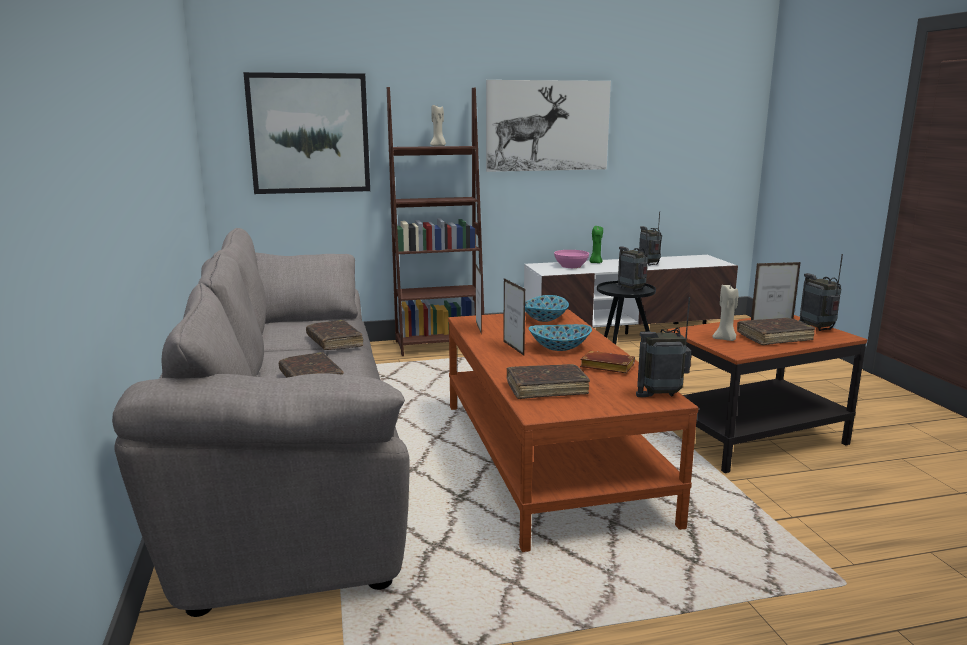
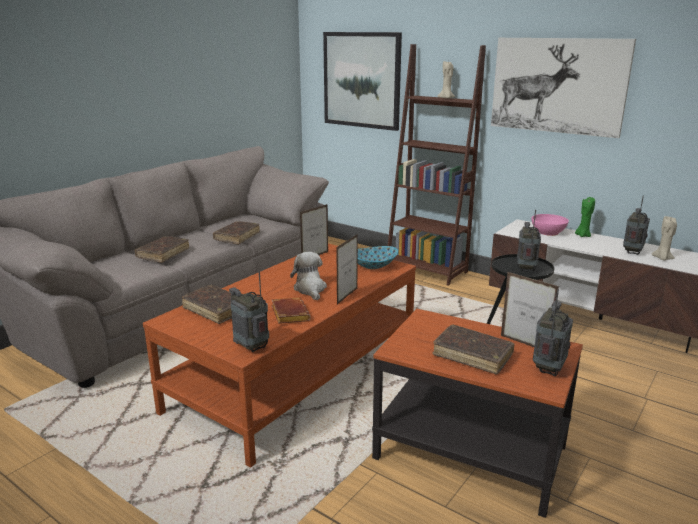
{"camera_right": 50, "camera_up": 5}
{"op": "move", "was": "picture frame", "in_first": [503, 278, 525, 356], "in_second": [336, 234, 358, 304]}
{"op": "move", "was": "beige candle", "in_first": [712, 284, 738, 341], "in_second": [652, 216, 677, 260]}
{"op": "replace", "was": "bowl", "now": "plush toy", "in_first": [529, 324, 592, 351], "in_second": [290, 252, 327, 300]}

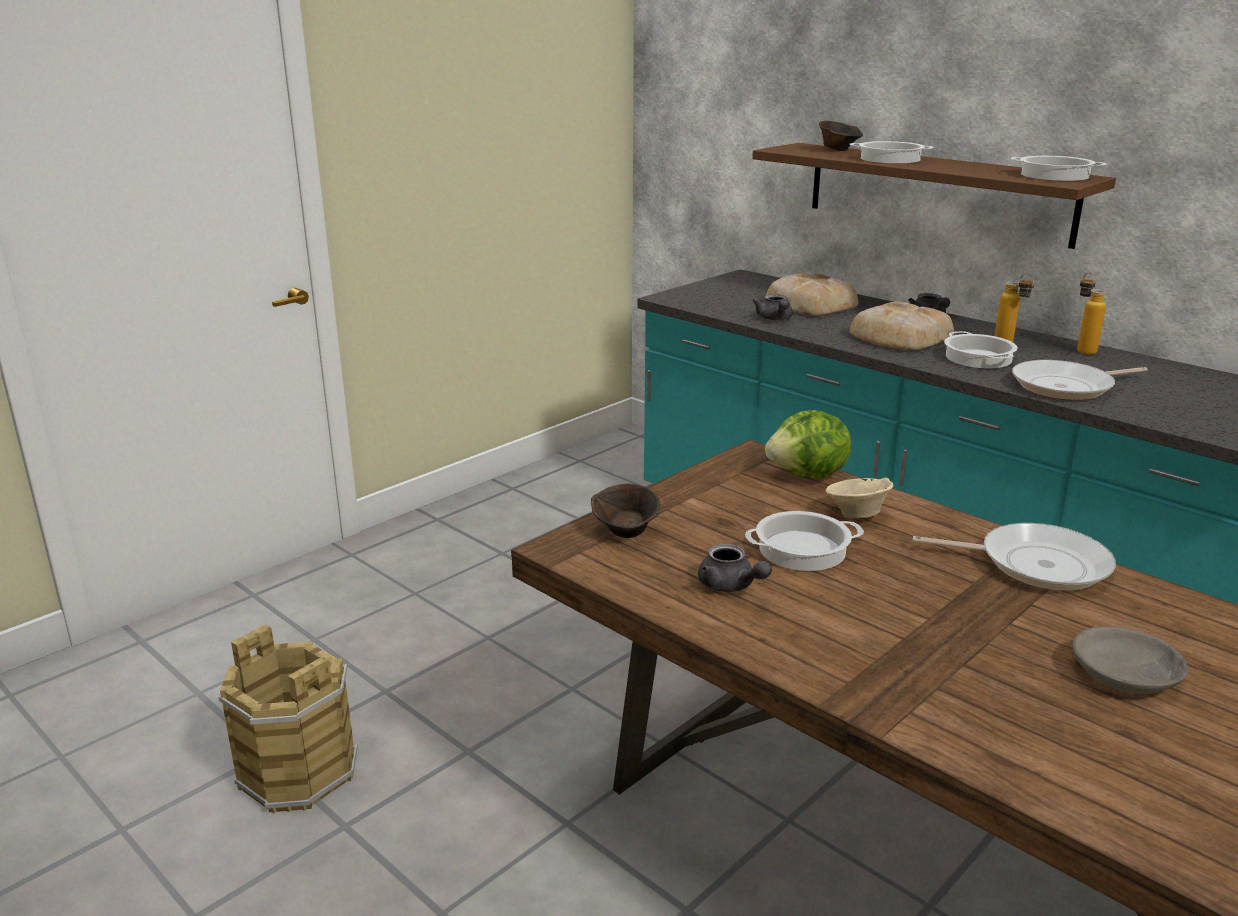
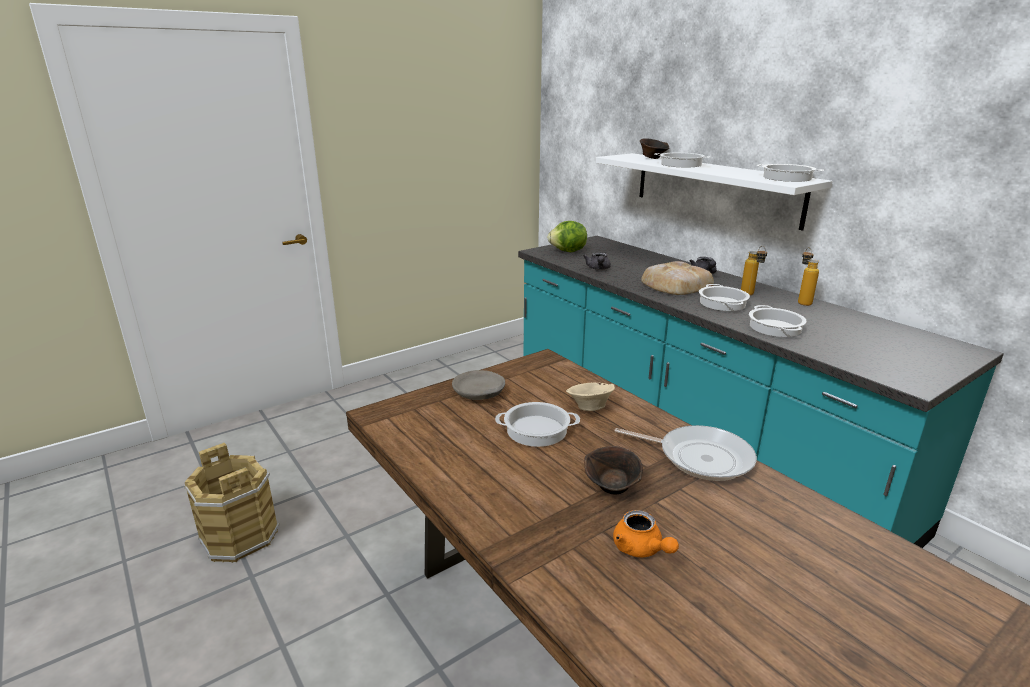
{"camera_right": 10, "camera_up": 0}
{"op": "recolor", "was": "brown shelf", "now": "white shelf", "in_first": [752, 143, 1116, 249], "in_second": [596, 153, 833, 231]}
{"op": "delete", "was": "bread", "in_first": [766, 272, 859, 316]}
{"op": "replace", "was": "frying pan", "now": "cooking pot", "in_first": [1012, 360, 1148, 400], "in_second": [749, 305, 807, 337]}
{"op": "move", "was": "lettuce", "in_first": [765, 410, 851, 479], "in_second": [547, 221, 587, 252]}
{"op": "move", "was": "brown bowl", "in_first": [591, 483, 660, 538], "in_second": [584, 446, 643, 495]}
{"op": "delete", "was": "grey teapot", "in_first": [698, 544, 772, 592]}
{"op": "move", "was": "grey bowl", "in_first": [1072, 626, 1188, 694], "in_second": [452, 370, 505, 400]}
{"op": "insert", "now": "orange teapot", "in_second": [613, 510, 679, 557]}

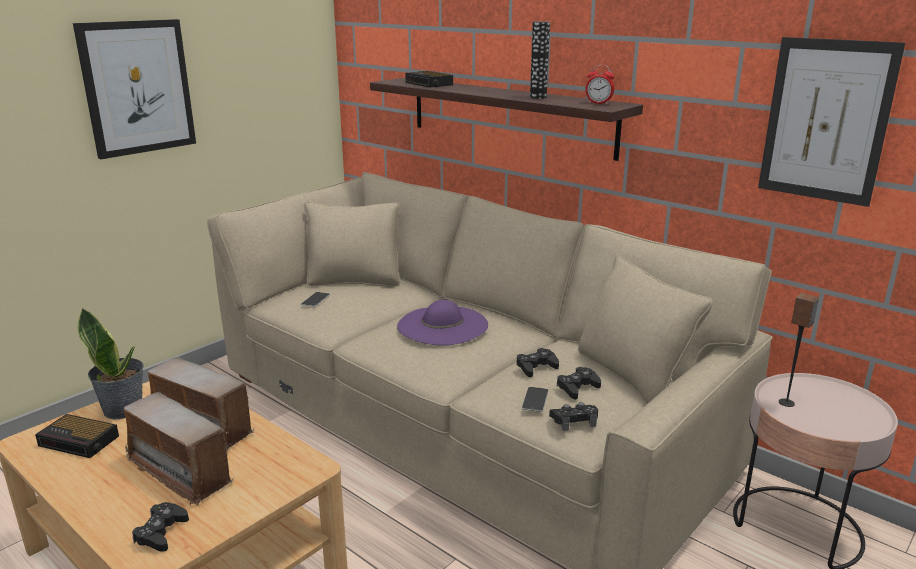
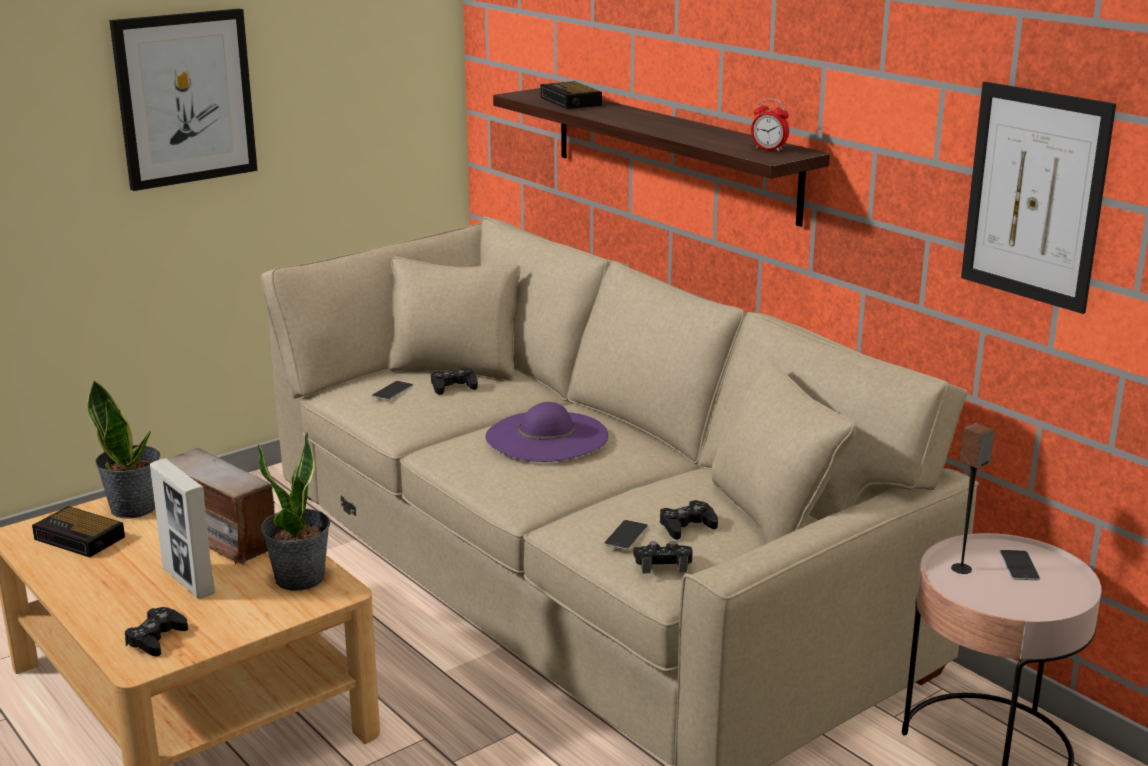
{"camera_right": 10, "camera_up": 0}
{"op": "delete", "was": "vase", "in_first": [530, 21, 550, 99]}
{"op": "move", "was": "black game controller", "in_first": [516, 348, 559, 377], "in_second": [431, 368, 478, 395]}
{"op": "replace", "was": "radio", "now": "picture frame", "in_first": [124, 392, 234, 505], "in_second": [150, 459, 215, 599]}
{"op": "insert", "now": "potted plant", "in_second": [258, 432, 330, 591]}
{"op": "insert", "now": "phone", "in_second": [1000, 550, 1040, 580]}

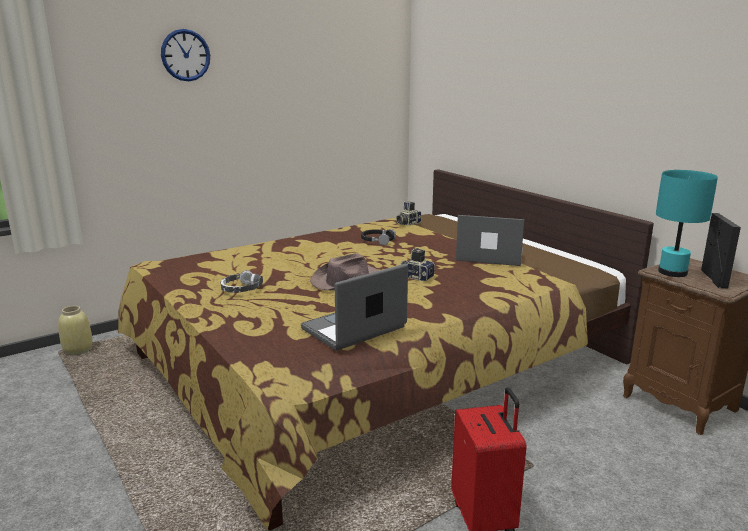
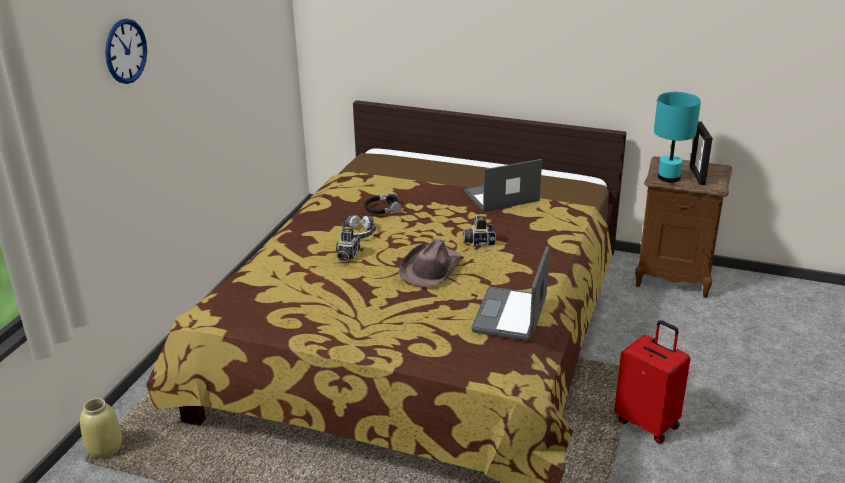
{"camera_right": -35, "camera_up": 10}
{"op": "move", "was": "photo camera", "in_first": [396, 201, 422, 226], "in_second": [336, 228, 360, 262]}
{"op": "rotate", "was": "picture frame", "in_first": [701, 213, 741, 288], "in_second": [690, 122, 713, 185], "clockwise": -150}
{"op": "move", "was": "headphones", "in_first": [220, 270, 263, 293], "in_second": [342, 215, 376, 239]}

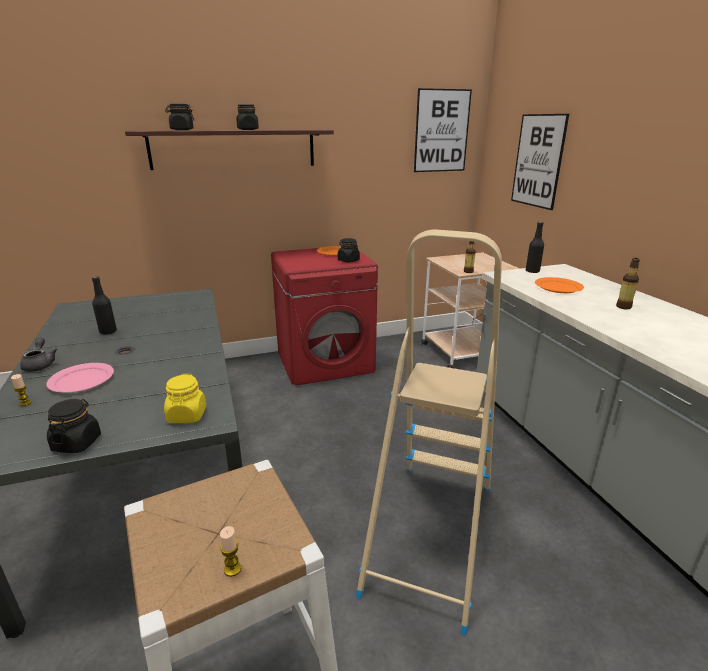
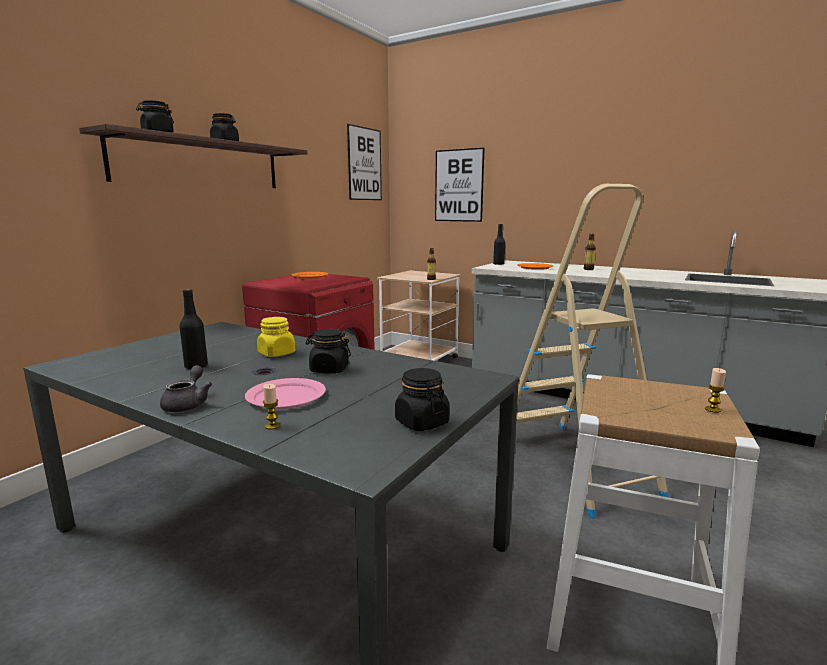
{"camera_right": -40, "camera_up": -10}
{"op": "move", "was": "black jar", "in_first": [338, 238, 360, 262], "in_second": [306, 329, 351, 373]}
{"op": "rotate", "was": "grey teapot", "in_first": [20, 337, 57, 372], "in_second": [160, 365, 212, 412], "clockwise": 60}
{"op": "move", "was": "yellow jar", "in_first": [164, 374, 206, 423], "in_second": [257, 317, 295, 357]}

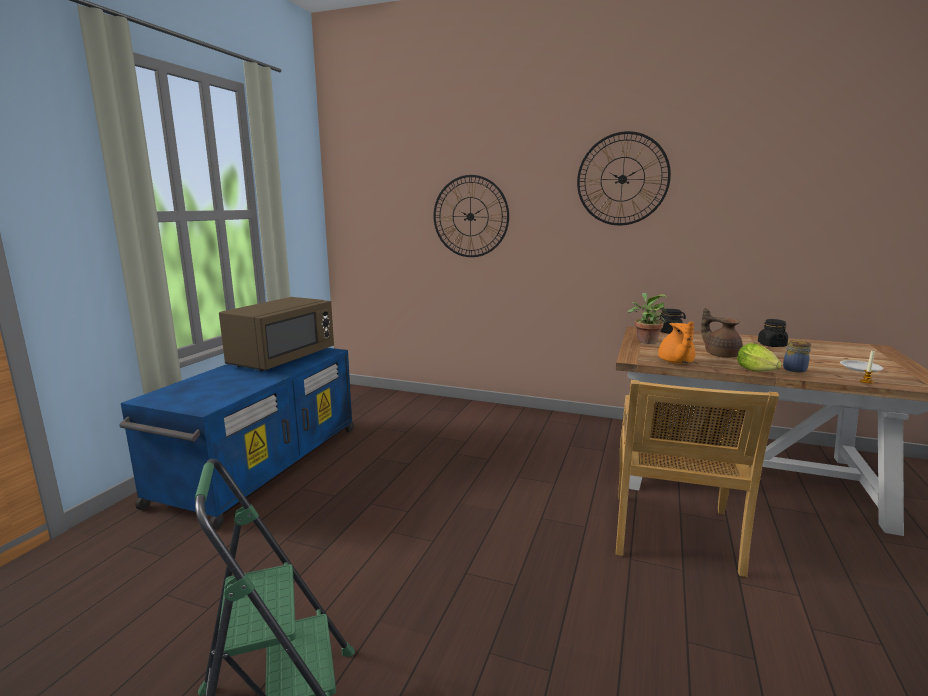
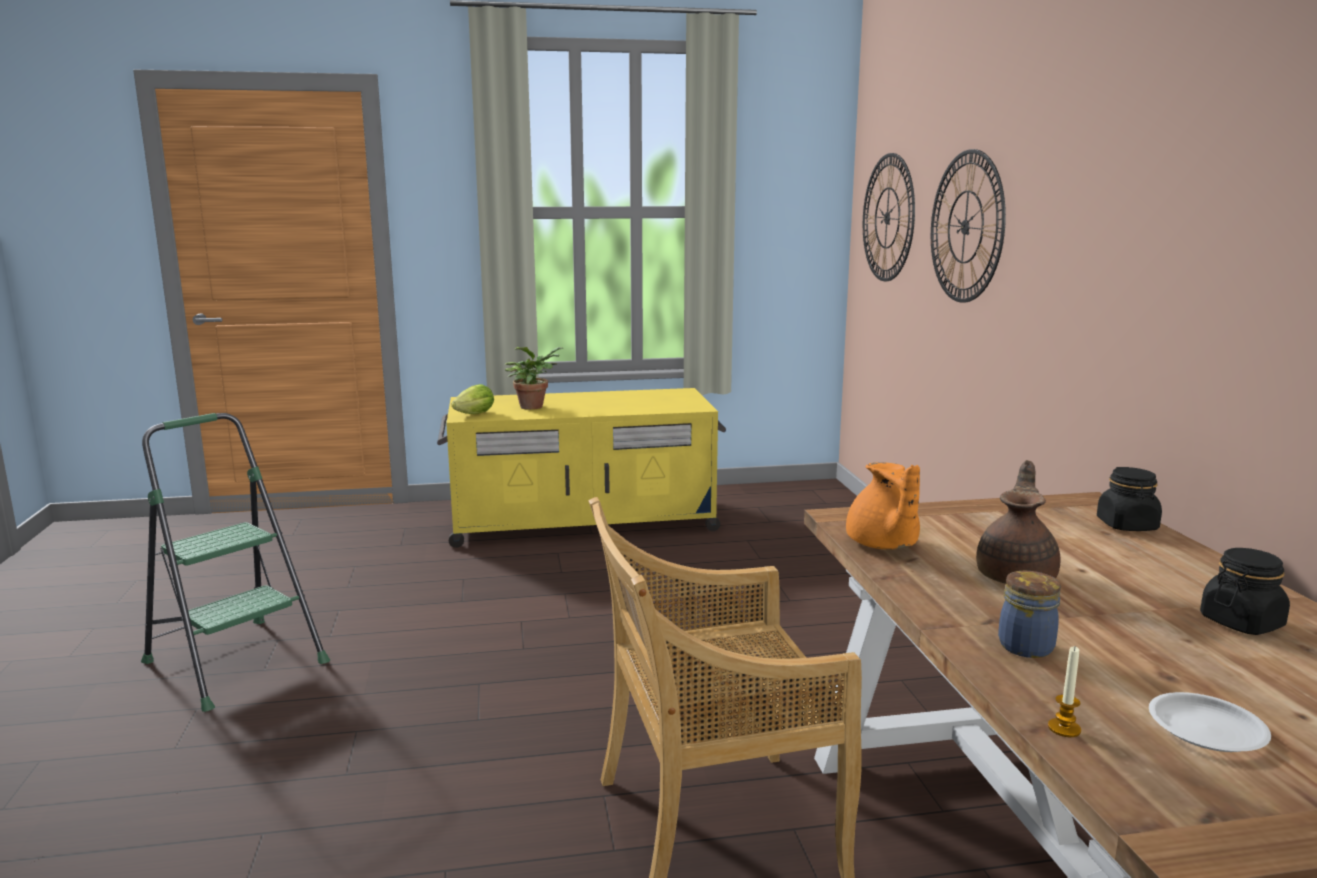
{"camera_right": 60, "camera_up": 0}
{"op": "move", "was": "wall clock", "in_first": [577, 131, 671, 225], "in_second": [863, 153, 915, 282]}
{"op": "move", "was": "potted plant", "in_first": [627, 293, 666, 344], "in_second": [505, 347, 564, 410]}
{"op": "delete", "was": "brown microwave", "in_first": [219, 297, 334, 371]}
{"op": "rotate", "was": "orange teapot", "in_first": [658, 321, 695, 364], "in_second": [846, 462, 920, 549], "clockwise": -75}
{"op": "move", "was": "lettuce", "in_first": [737, 343, 782, 372], "in_second": [452, 384, 494, 414]}
{"op": "recolor", "was": "blue cabinet", "now": "yellow cabinet", "in_first": [119, 348, 354, 530], "in_second": [437, 388, 726, 548]}

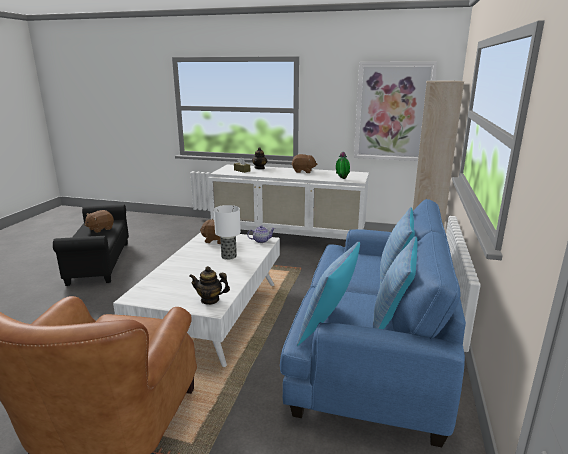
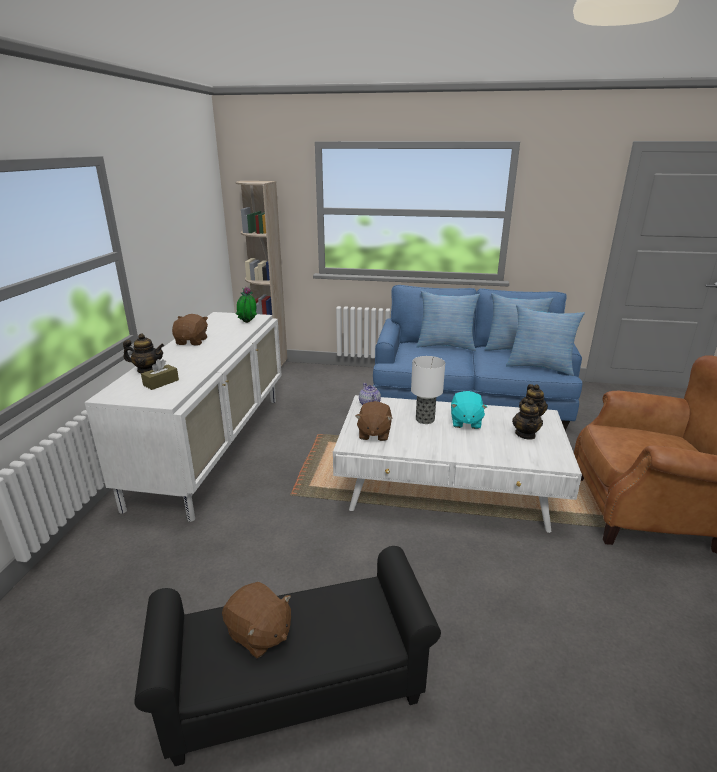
{"camera_right": -95, "camera_up": 5}
{"op": "delete", "was": "picture", "in_first": [354, 61, 437, 161]}
{"op": "insert", "now": "turquoise plush toy", "in_second": [451, 391, 487, 429]}
{"op": "insert", "now": "teapot", "in_second": [512, 399, 543, 440]}

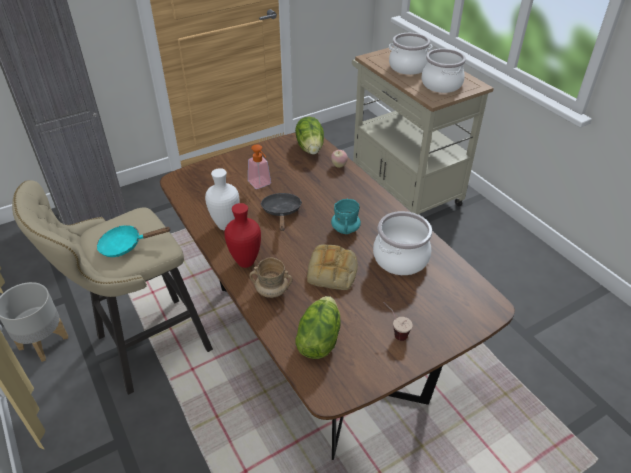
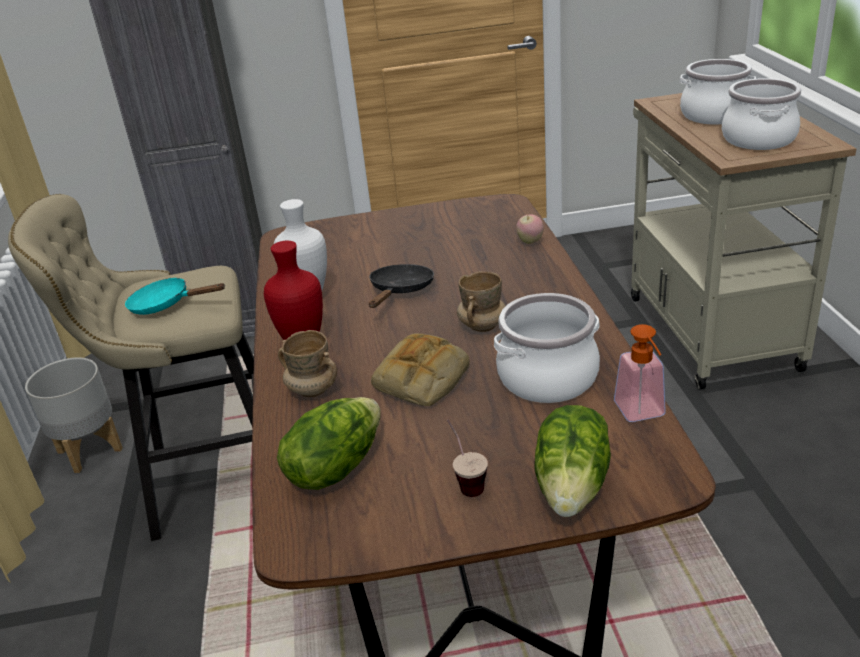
{"camera_right": 25, "camera_up": -10}
{"op": "move", "was": "lettuce", "in_first": [295, 117, 324, 155], "in_second": [535, 405, 611, 517]}
{"op": "move", "was": "soap dispenser", "in_first": [248, 144, 271, 189], "in_second": [614, 324, 666, 422]}
{"op": "recolor", "was": "turquoise mug", "now": "beige mug", "in_first": [331, 199, 361, 234], "in_second": [457, 271, 506, 332]}

